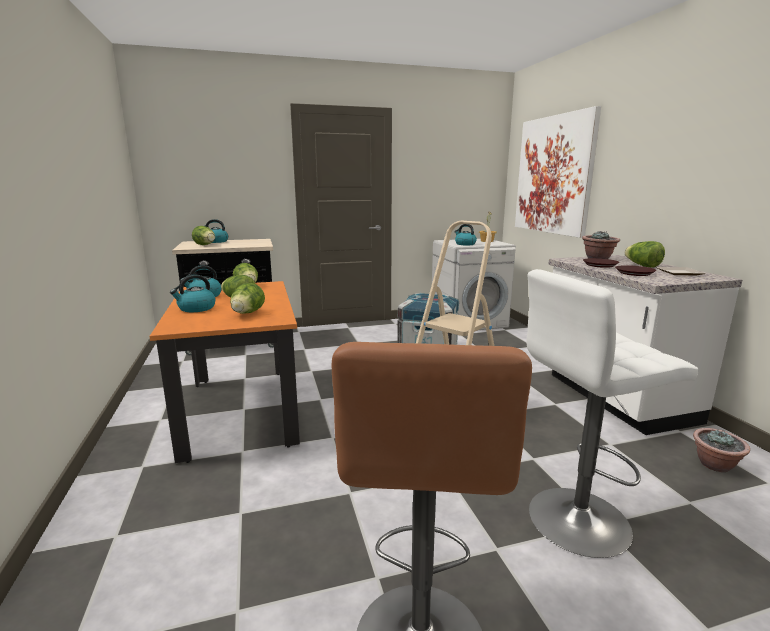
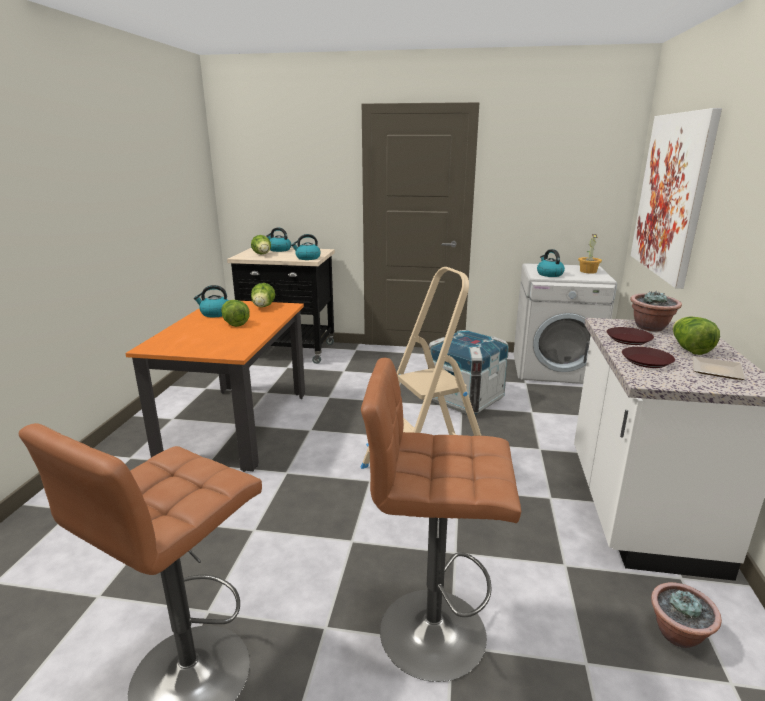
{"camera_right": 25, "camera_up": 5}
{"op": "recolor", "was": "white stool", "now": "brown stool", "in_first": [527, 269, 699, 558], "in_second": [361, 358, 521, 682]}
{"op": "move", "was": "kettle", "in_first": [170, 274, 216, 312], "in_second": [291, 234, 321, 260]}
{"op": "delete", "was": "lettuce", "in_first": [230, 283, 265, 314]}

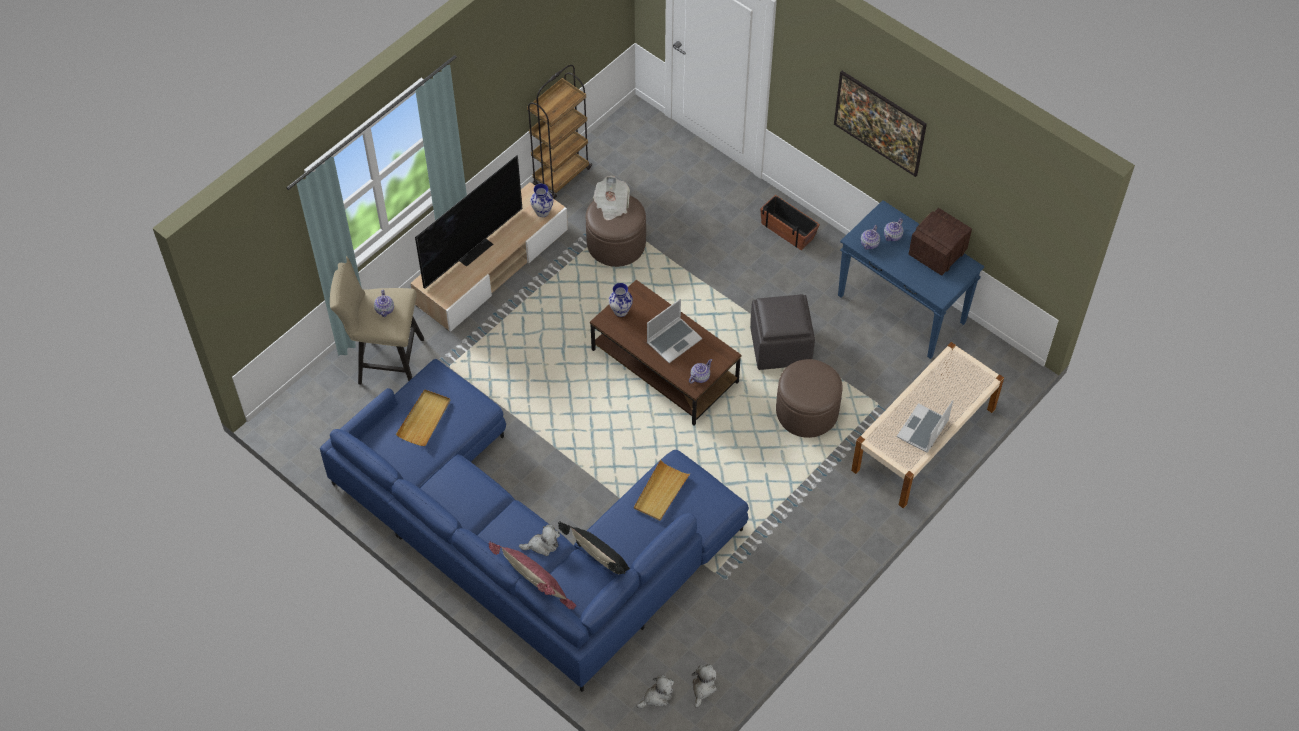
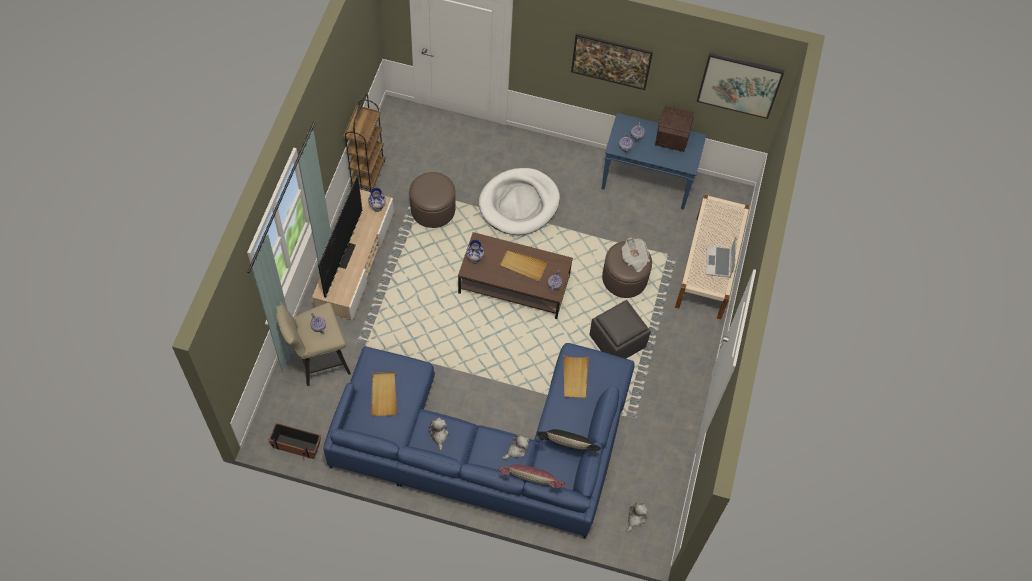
{"camera_right": -30, "camera_up": 5}
{"op": "move", "was": "newspaper", "in_first": [593, 176, 630, 221], "in_second": [622, 237, 650, 272]}
{"op": "move", "was": "planter", "in_first": [760, 195, 820, 250], "in_second": [268, 423, 321, 459]}
{"op": "move", "was": "grey ottoman", "in_first": [750, 294, 815, 370], "in_second": [590, 300, 651, 359]}
{"op": "replace", "was": "laptop", "now": "beige tray", "in_first": [647, 299, 702, 363], "in_second": [499, 249, 547, 281]}
{"op": "move", "was": "plush toy", "in_first": [692, 664, 717, 708], "in_second": [428, 417, 449, 451]}
{"op": "insert", "now": "picture", "in_second": [696, 52, 785, 119]}
{"op": "insert", "now": "white dog bed", "in_second": [479, 168, 560, 235]}

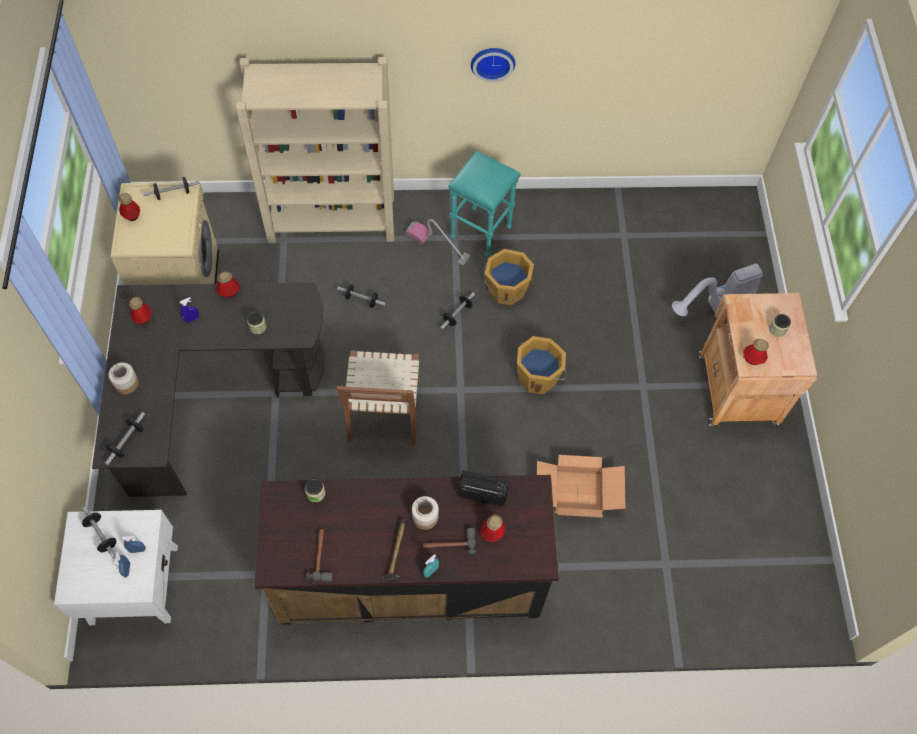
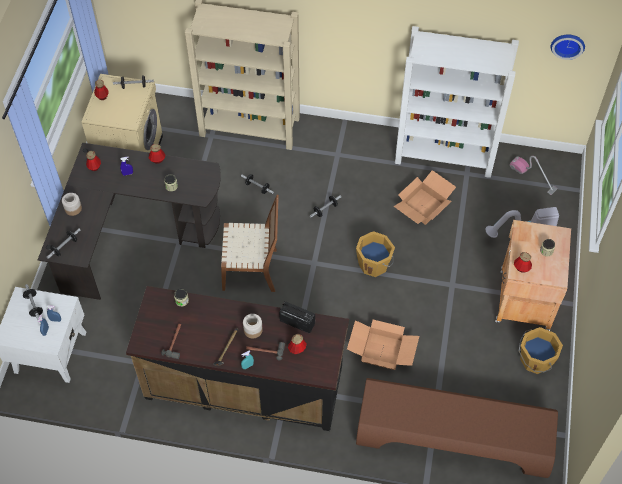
{"camera_right": 15, "camera_up": -5}
{"op": "move", "was": "wall clock", "in_first": [471, 48, 515, 82], "in_second": [551, 35, 585, 60]}
{"op": "delete", "was": "turquoise stool", "in_first": [448, 151, 521, 258]}
{"op": "move", "was": "vacuum cleaner", "in_first": [405, 219, 470, 266], "in_second": [510, 156, 558, 195]}
{"op": "move", "was": "orange bucket", "in_first": [484, 249, 534, 305], "in_second": [519, 327, 563, 374]}
{"op": "rotate", "was": "chair", "in_first": [337, 351, 419, 445], "in_second": [221, 195, 279, 292], "clockwise": -105}
{"op": "insert", "now": "white bookcase", "in_second": [395, 26, 519, 178]}
{"op": "insert", "now": "cardboard box", "in_second": [394, 170, 456, 225]}
{"op": "insert", "now": "brown bench", "in_second": [356, 378, 558, 478]}

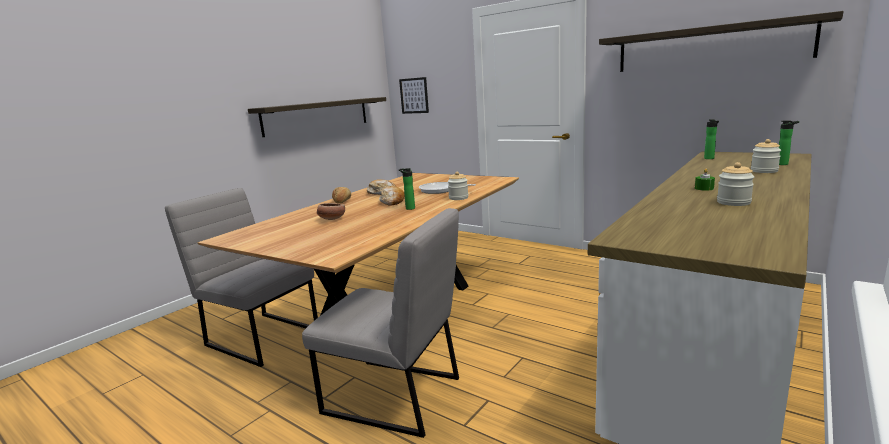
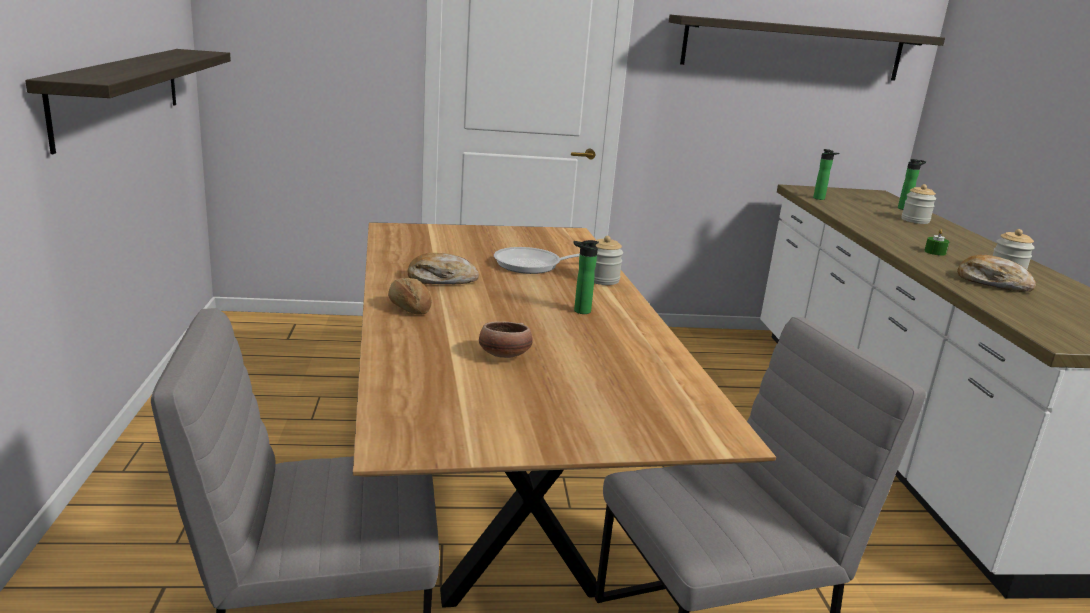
{"camera_right": -45, "camera_up": 5}
{"op": "delete", "was": "picture", "in_first": [399, 77, 429, 114]}
{"op": "move", "was": "bread", "in_first": [379, 186, 405, 205], "in_second": [957, 255, 1036, 292]}

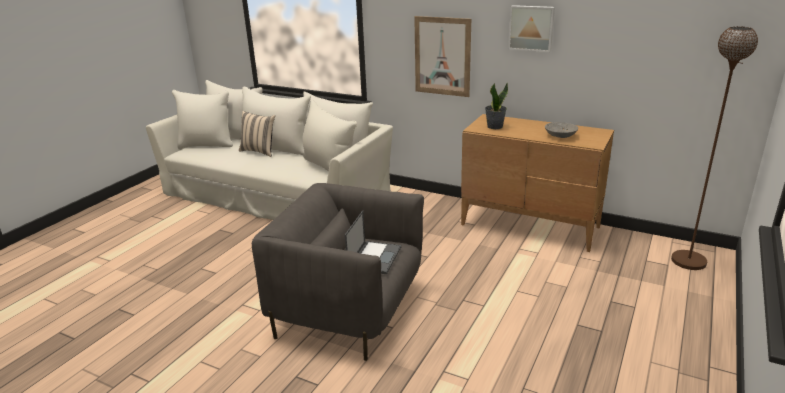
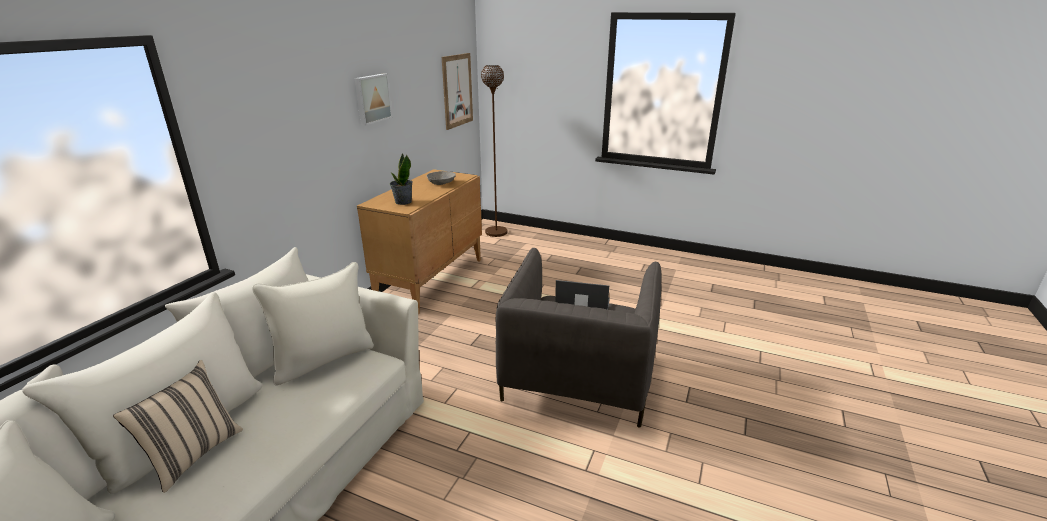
{"camera_right": -95, "camera_up": 0}
{"op": "move", "was": "picture", "in_first": [414, 16, 471, 97], "in_second": [442, 53, 473, 130]}

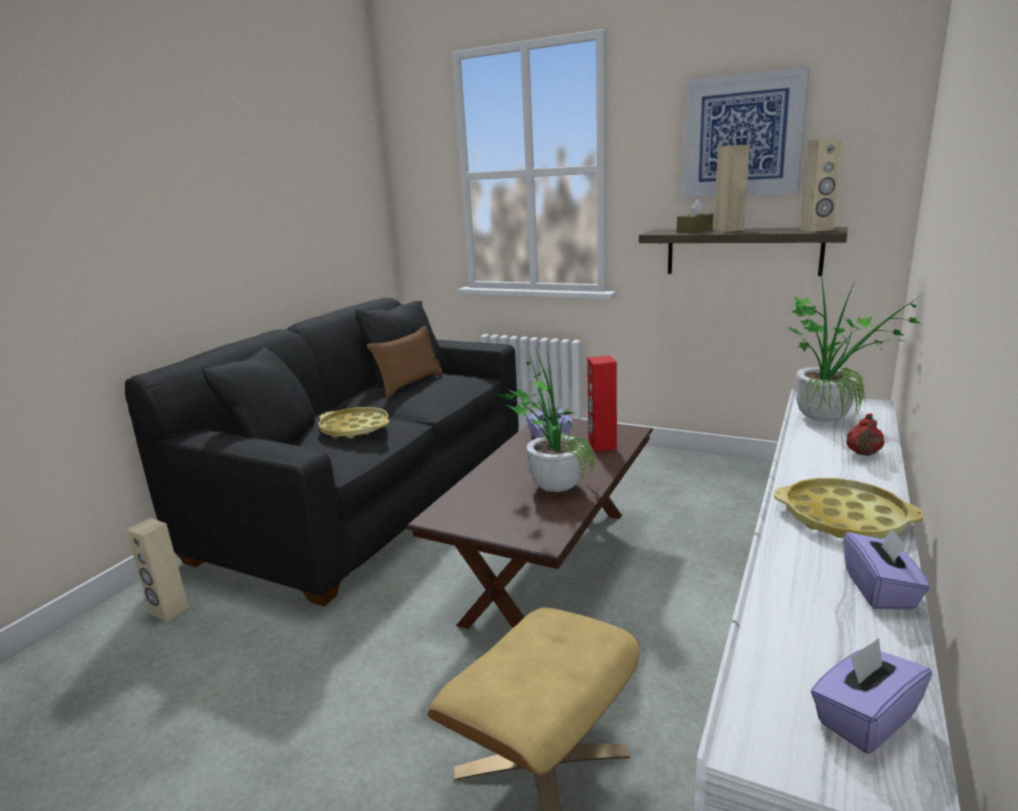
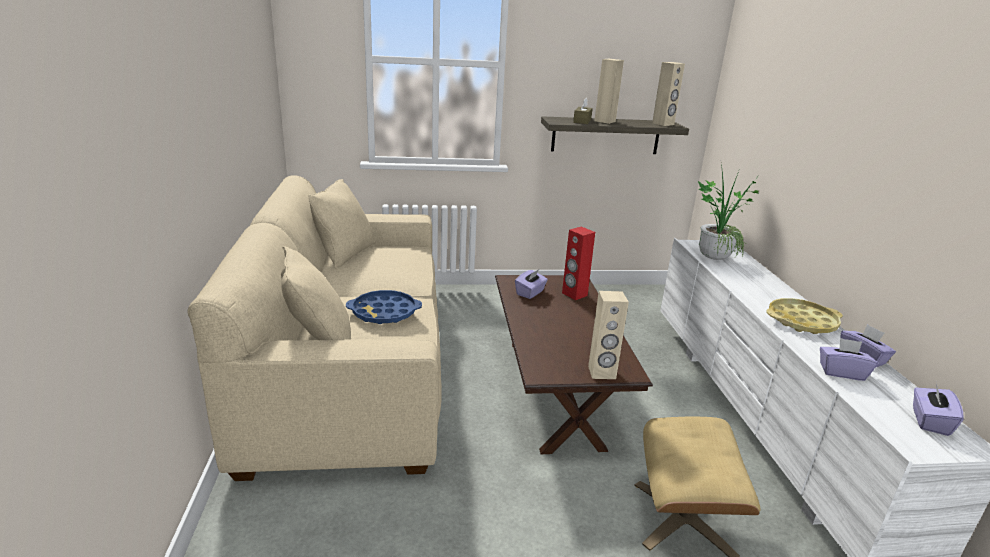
{"camera_right": -35, "camera_up": 5}
{"op": "delete", "was": "picture", "in_first": [683, 67, 809, 197]}
{"op": "recolor", "was": "black sofa", "now": "beige sofa", "in_first": [125, 298, 519, 607], "in_second": [187, 175, 442, 481]}
{"op": "delete", "was": "brown pillow", "in_first": [367, 326, 443, 398]}
{"op": "delete", "was": "potted plant", "in_first": [496, 348, 597, 492]}
{"op": "recolor", "was": "yellow tray", "now": "blue tray", "in_first": [318, 407, 389, 438], "in_second": [346, 290, 422, 324]}
{"op": "delete", "was": "red teapot", "in_first": [846, 413, 884, 456]}
{"op": "move", "was": "beige speaker", "in_first": [126, 518, 189, 622], "in_second": [588, 291, 629, 379]}
{"op": "insert", "now": "purple tissue box", "in_second": [820, 338, 878, 381]}

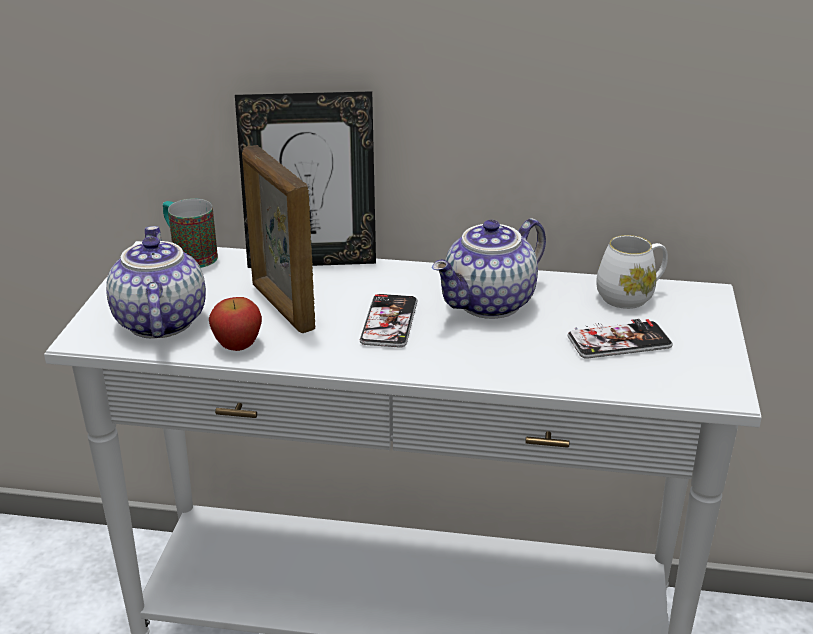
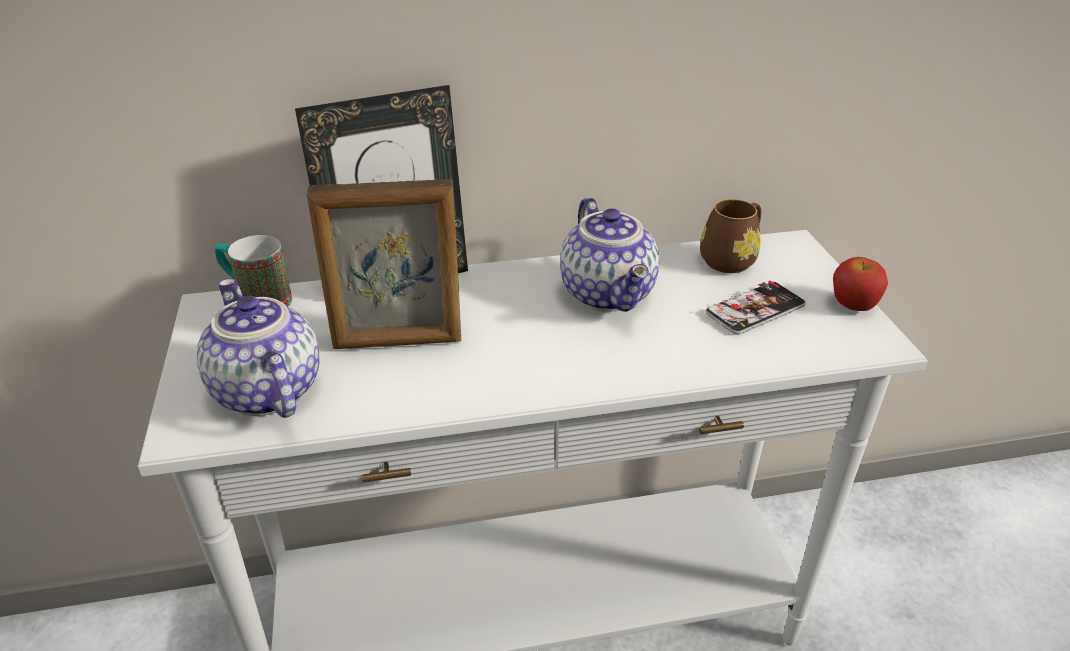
{"camera_right": -20, "camera_up": 5}
{"op": "rotate", "was": "picture frame", "in_first": [242, 145, 316, 333], "in_second": [306, 179, 461, 349], "clockwise": -45}
{"op": "rotate", "was": "teapot", "in_first": [432, 218, 546, 319], "in_second": [560, 197, 659, 312], "clockwise": -45}
{"op": "recolor", "was": "white mug", "now": "brown mug", "in_first": [596, 235, 668, 309], "in_second": [700, 199, 761, 273]}
{"op": "delete", "was": "phone", "in_first": [360, 294, 417, 348]}
{"op": "move", "was": "apple", "in_first": [209, 297, 262, 351], "in_second": [833, 257, 888, 311]}

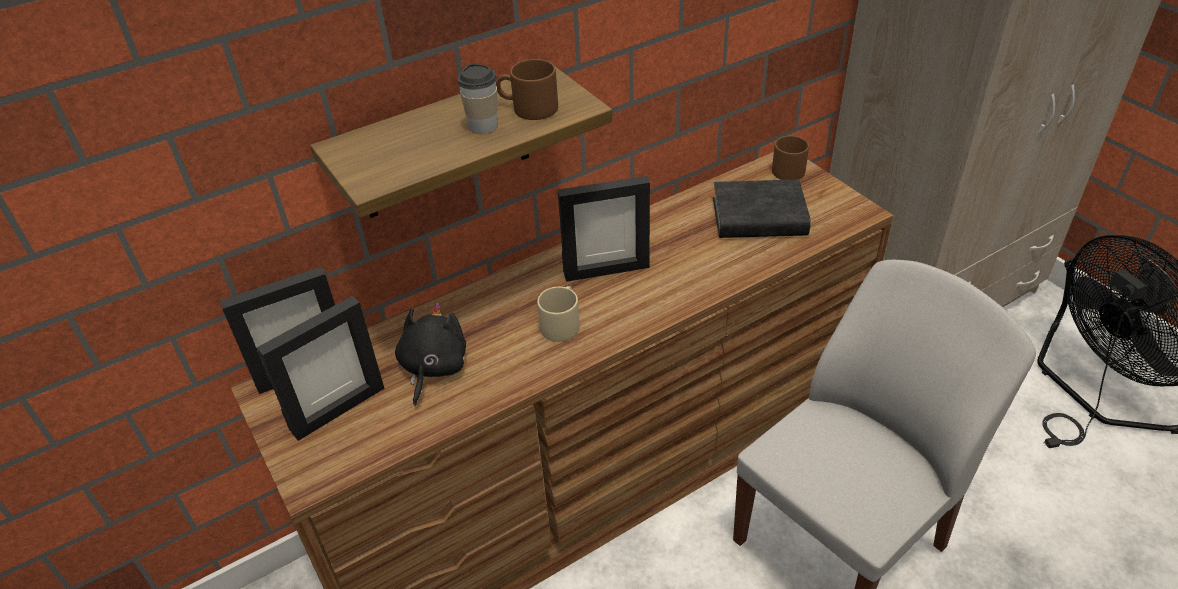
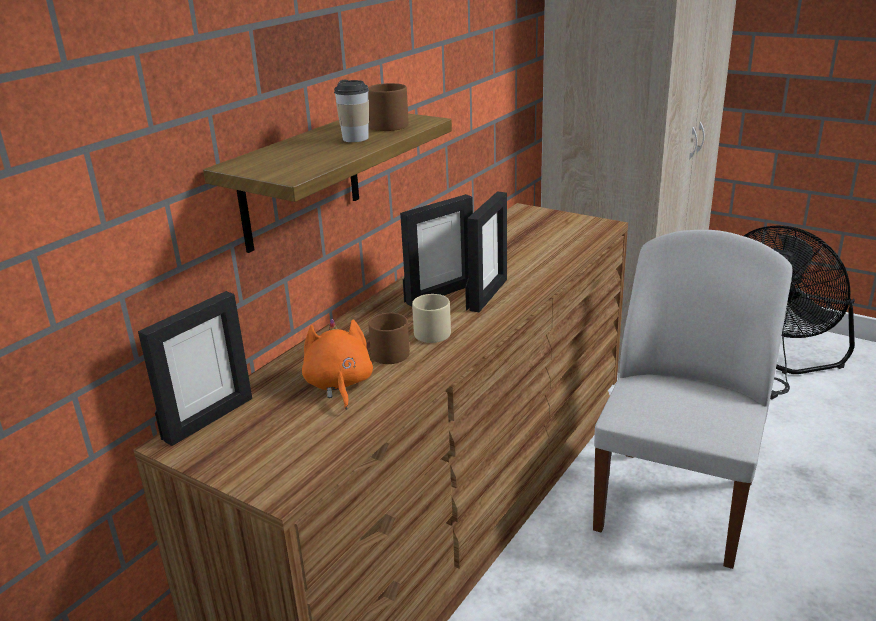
{"camera_right": -25, "camera_up": -15}
{"op": "move", "was": "brown mug", "in_first": [772, 136, 809, 180], "in_second": [368, 313, 410, 364]}
{"op": "delete", "was": "black book", "in_first": [713, 179, 811, 238]}
{"op": "move", "was": "picture frame", "in_first": [257, 296, 384, 441], "in_second": [465, 192, 507, 312]}
{"op": "recolor", "was": "black plush toy", "now": "orange plush toy", "in_first": [395, 303, 466, 406], "in_second": [302, 319, 373, 409]}

